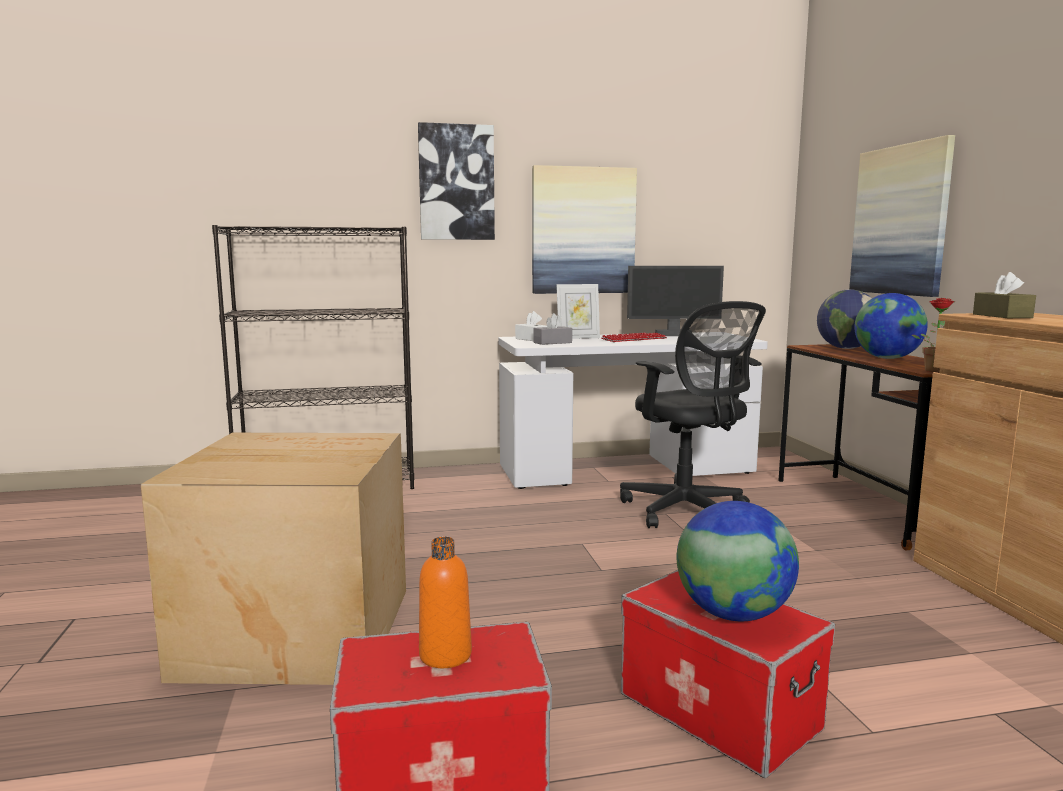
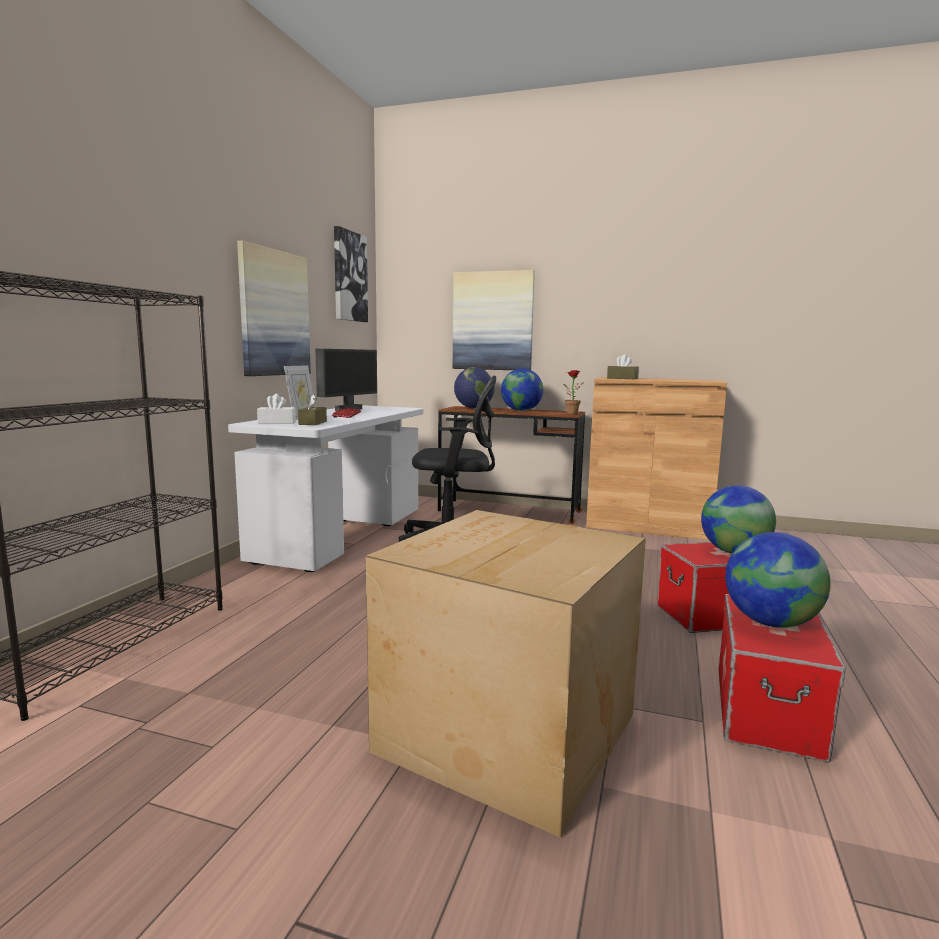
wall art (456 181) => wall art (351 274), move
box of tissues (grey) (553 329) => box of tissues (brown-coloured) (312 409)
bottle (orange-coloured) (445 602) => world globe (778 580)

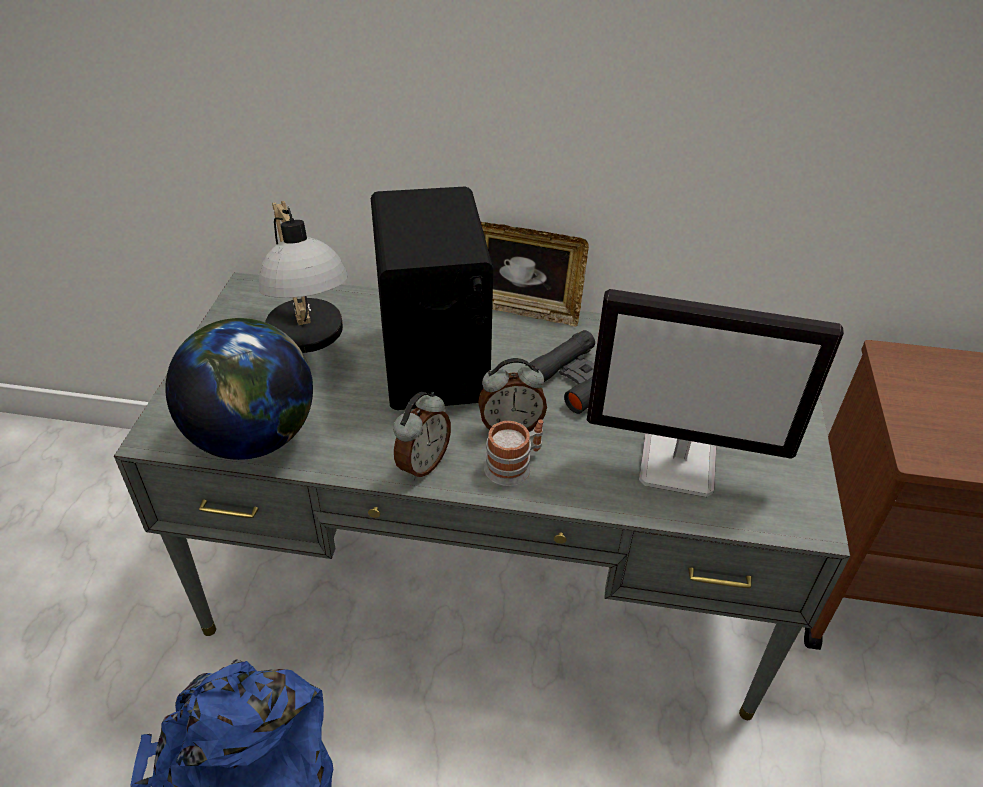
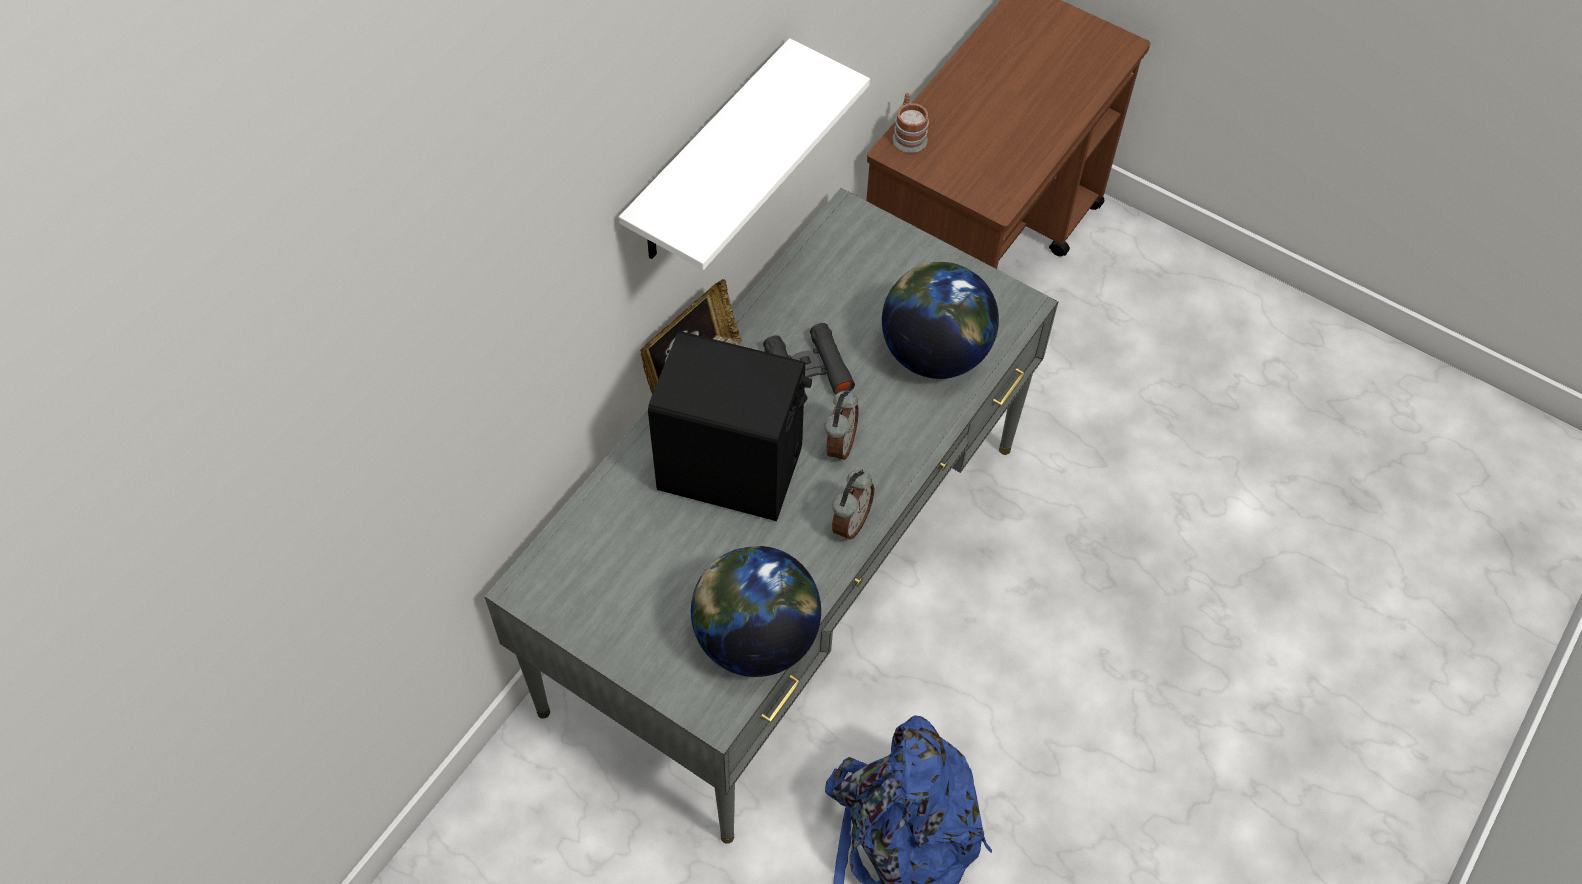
table lamp (303 277) => nothing
computer display (715 393) => world globe (940 320)
alarm clock (422 436) => alarm clock (853 505), 60 degrees clockwise
mug (513 453) => mug (910 123), move
nothing => shelf (white) (744 154)

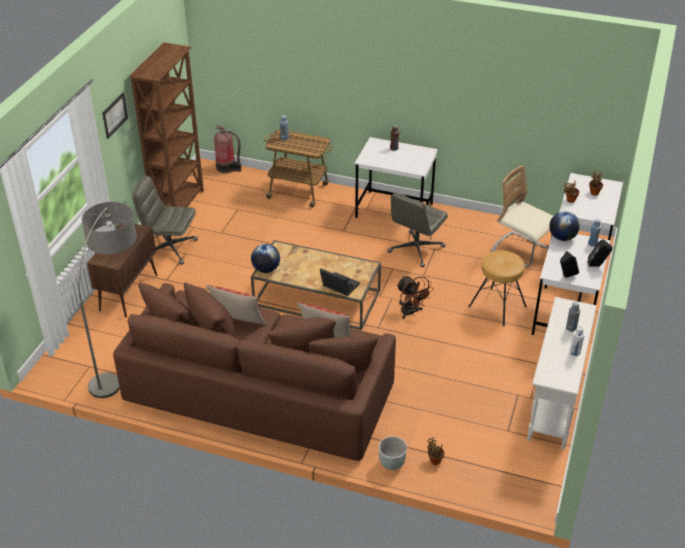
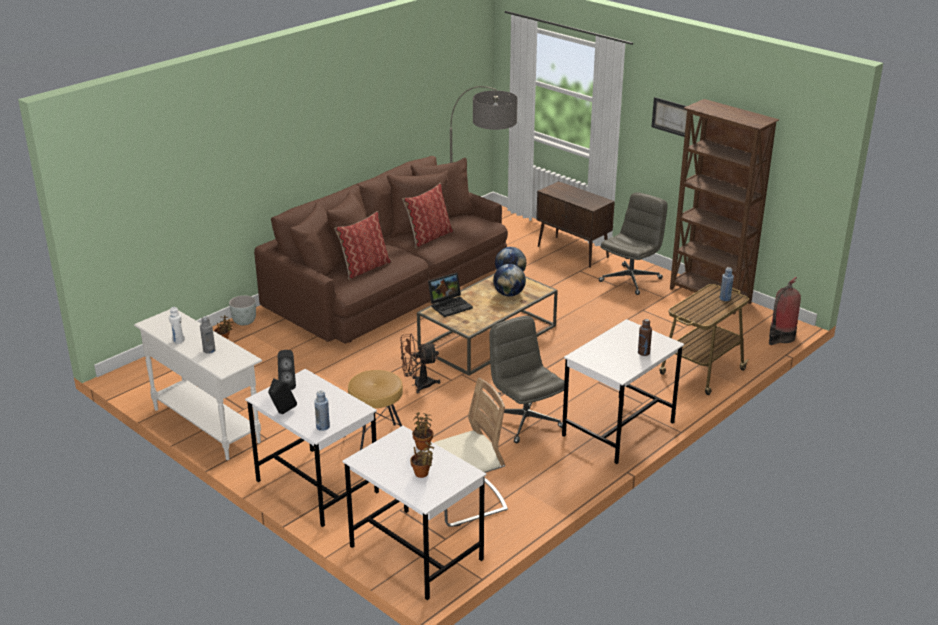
world globe (564 226) => world globe (509 280), move

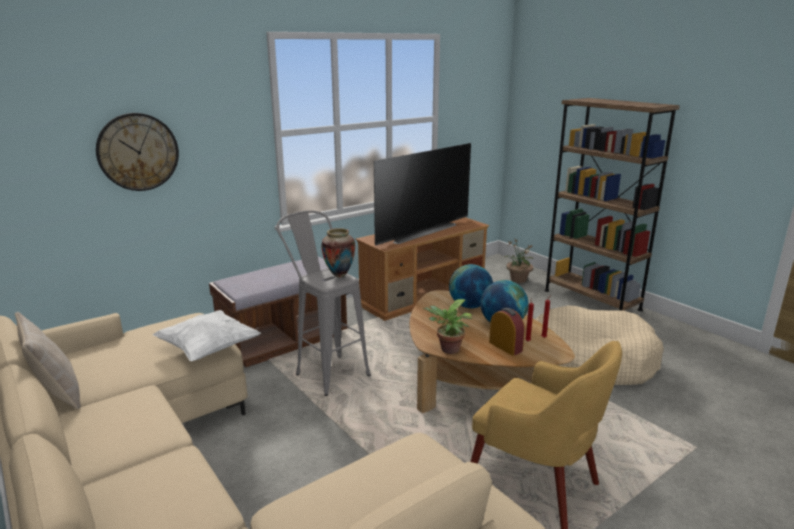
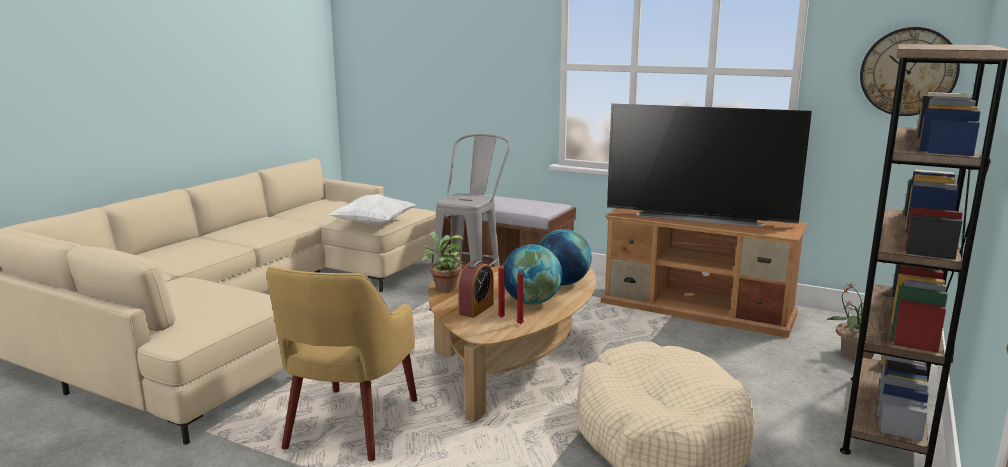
hanging clock (137 152) => hanging clock (910 71), move
vase (338 252) => nothing
cushion (sand-coloured) (48 360) => nothing

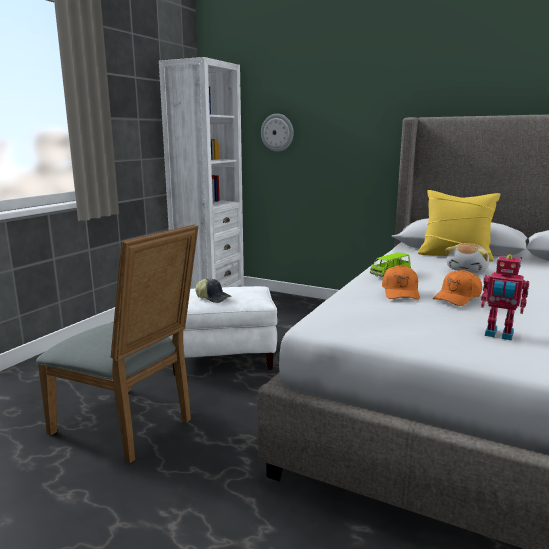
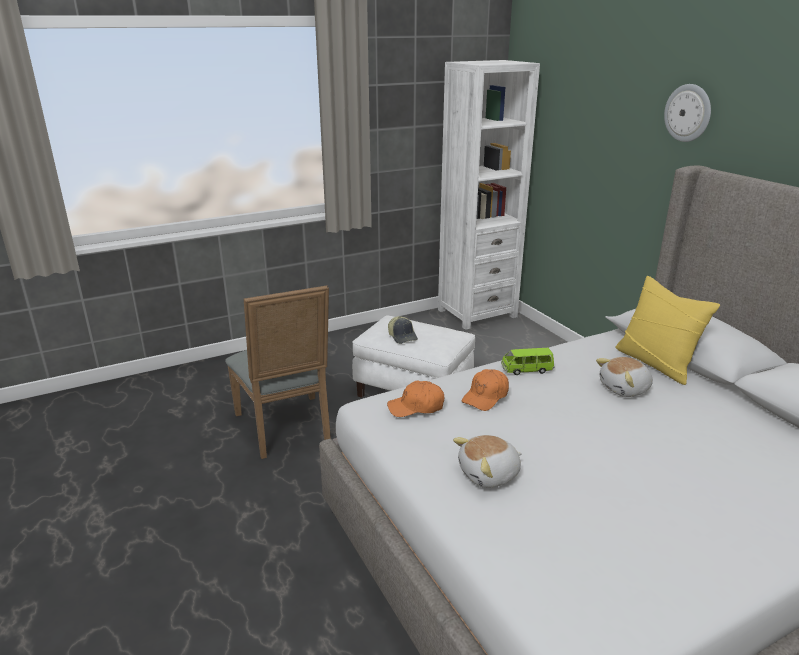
hanging clock (277 133) => hanging clock (687 113), move
robot figure (505 298) => soft toy (487 461)
baseball cap (orange-coloured) (457 288) => baseball cap (orange-coloured) (415 399), move

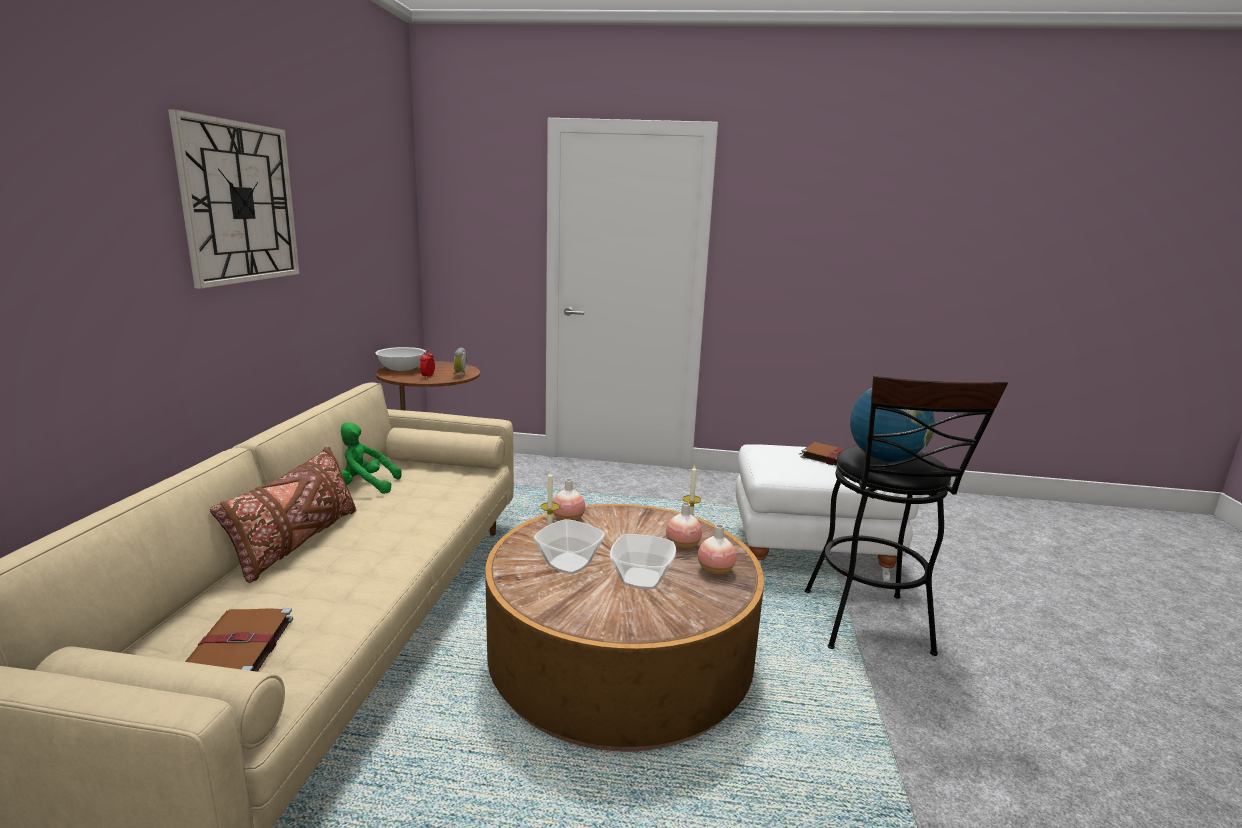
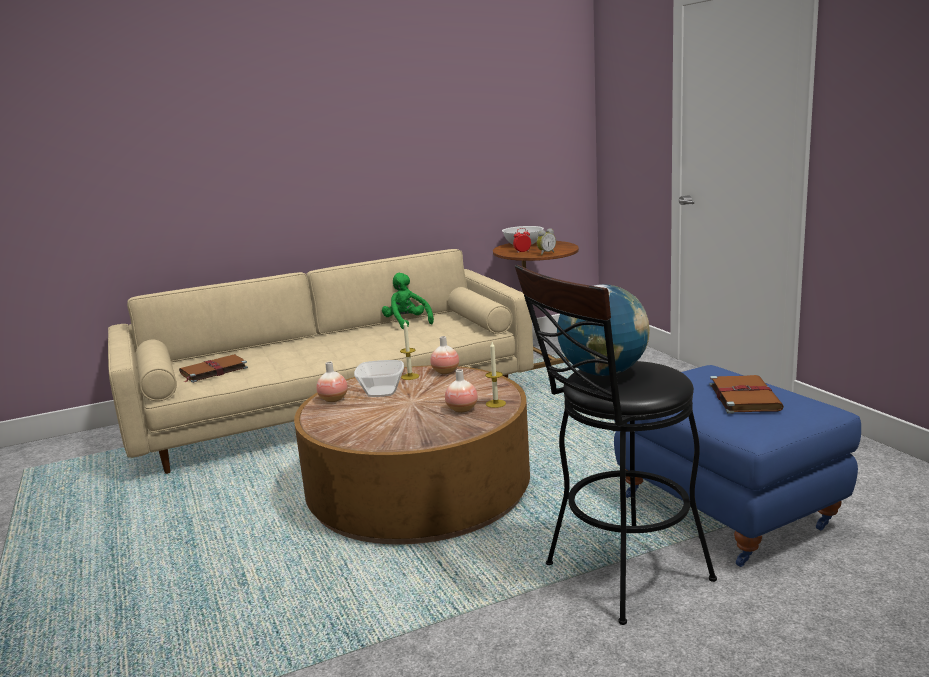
hanging clock (233 199) => nothing
pouffe (white) (828 512) => pouffe (bluish) (737 466)
cushion (brown-coloured) (283 514) => nothing
vase (717 549) => vase (332 381), move
serving bowl (642 561) => nothing

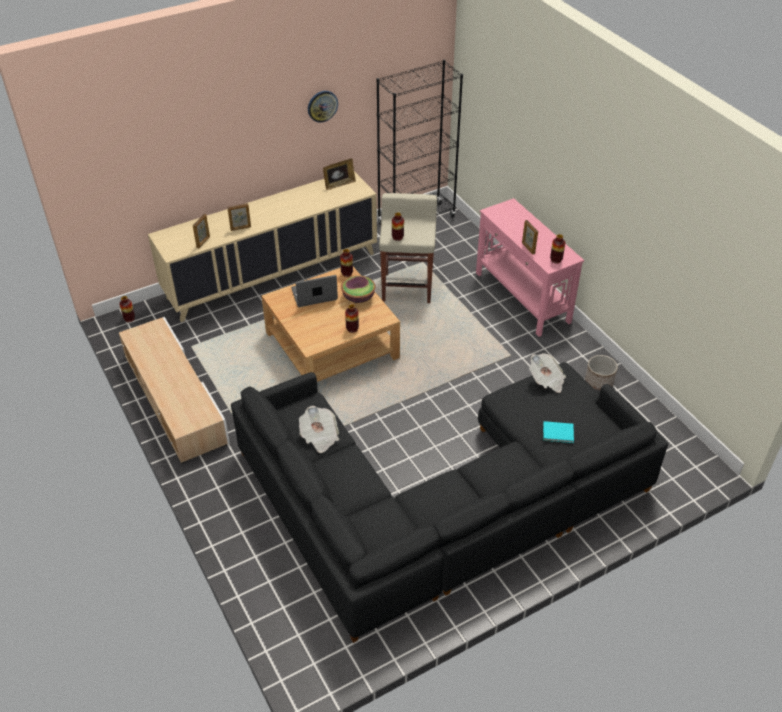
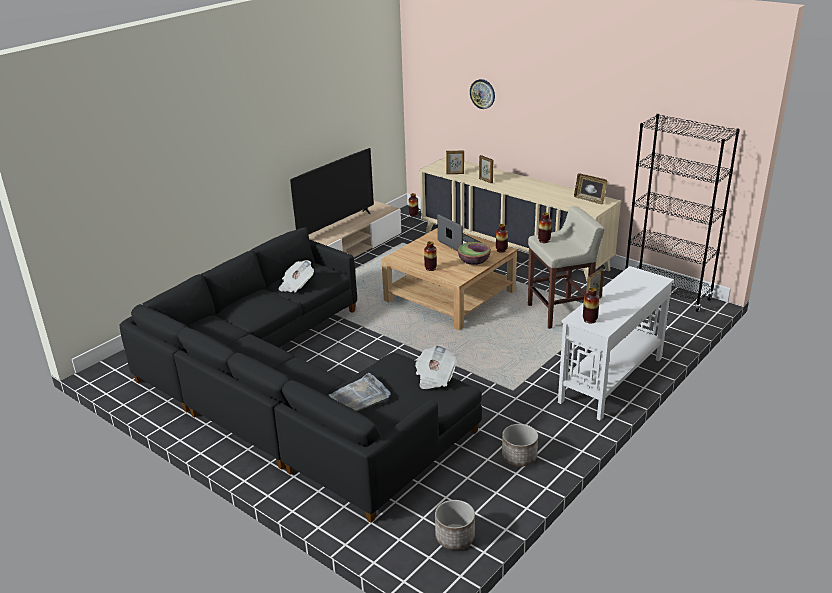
hanging clock (323 106) => hanging clock (482 94), move
hall table (pink) (530 267) => hall table (white) (616 343)
bound book (blue-green) (558 432) => serving tray (grey) (360 392)
nothing => TV set (332 191)
nothing => plant pot (455 525)

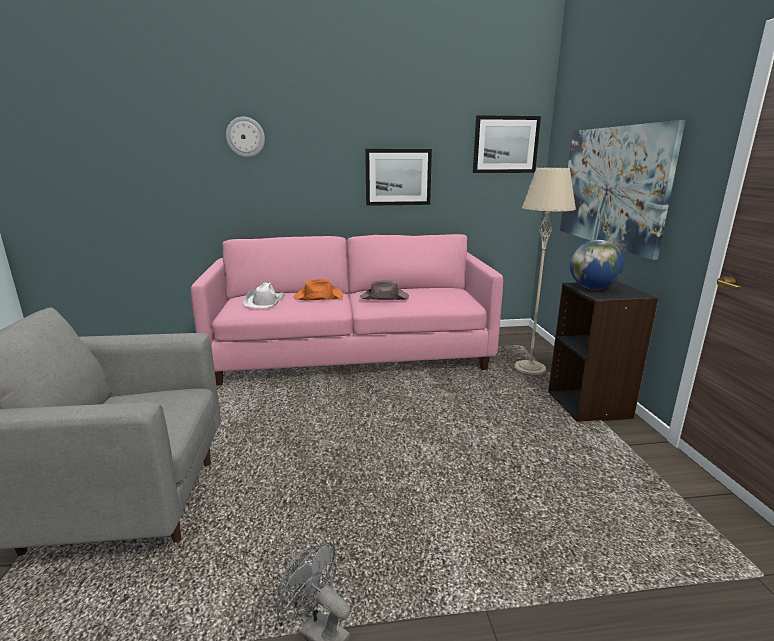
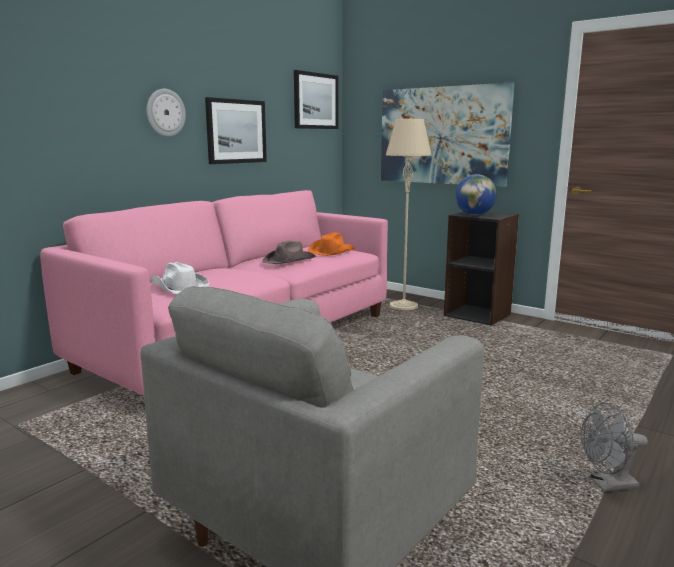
hanging clock (245 137) => hanging clock (166 113), move
wearable hat (orange-coloured) (318 289) => wearable hat (orange-coloured) (331 244), move

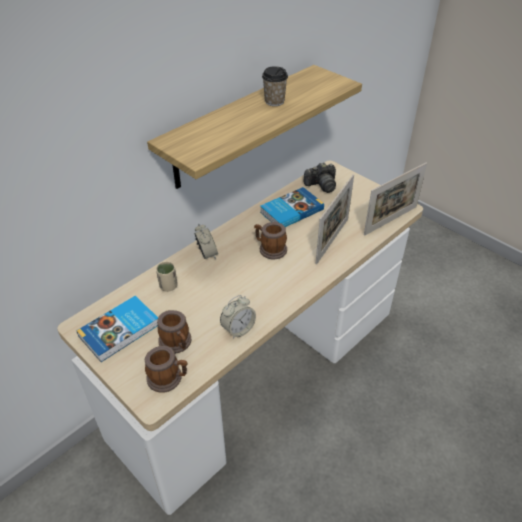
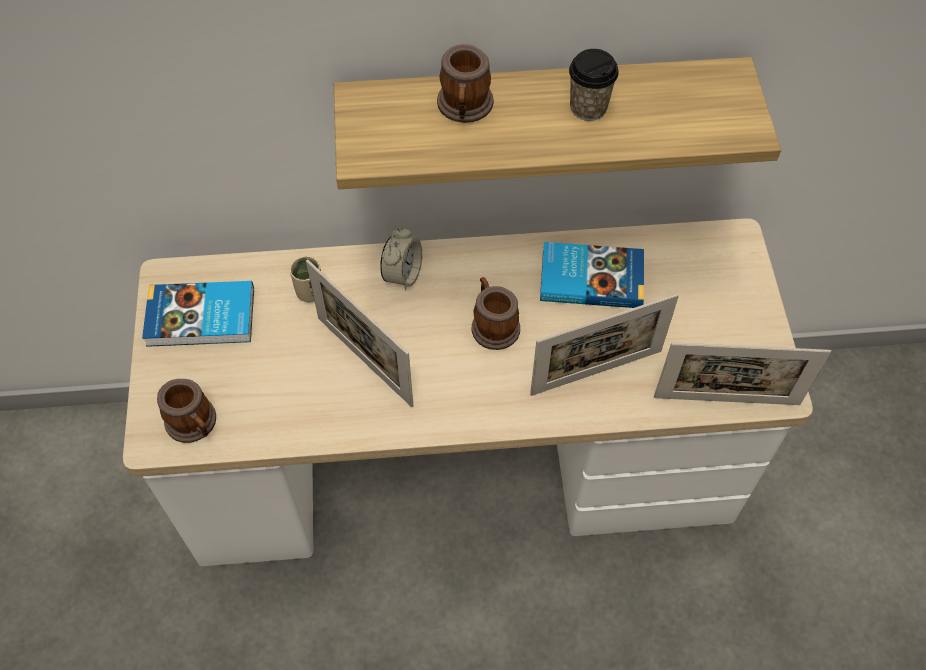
photo camera (320 177) => nothing
alarm clock (238 317) => nothing
mug (174 332) => mug (465 83), move
nothing => photo frame (359 333)

